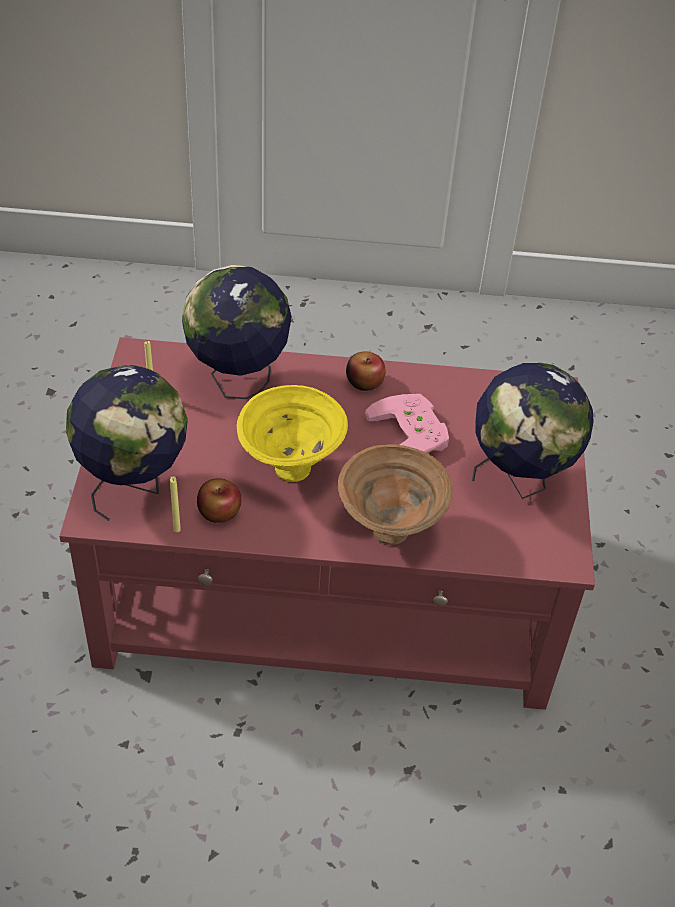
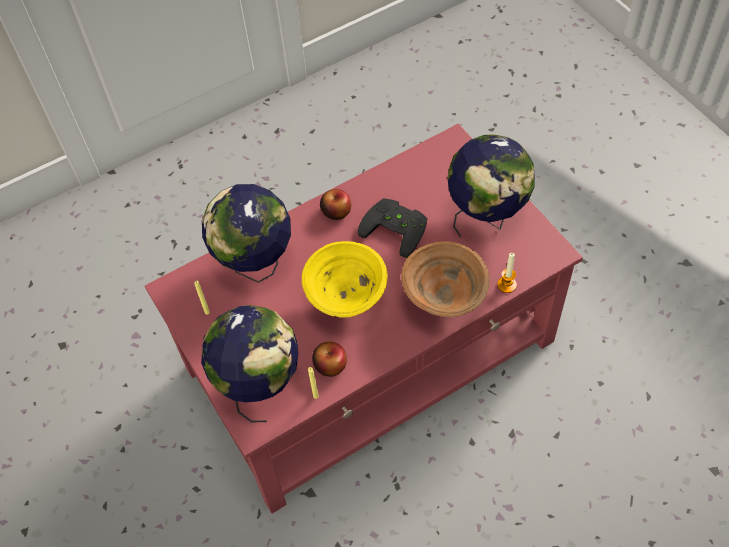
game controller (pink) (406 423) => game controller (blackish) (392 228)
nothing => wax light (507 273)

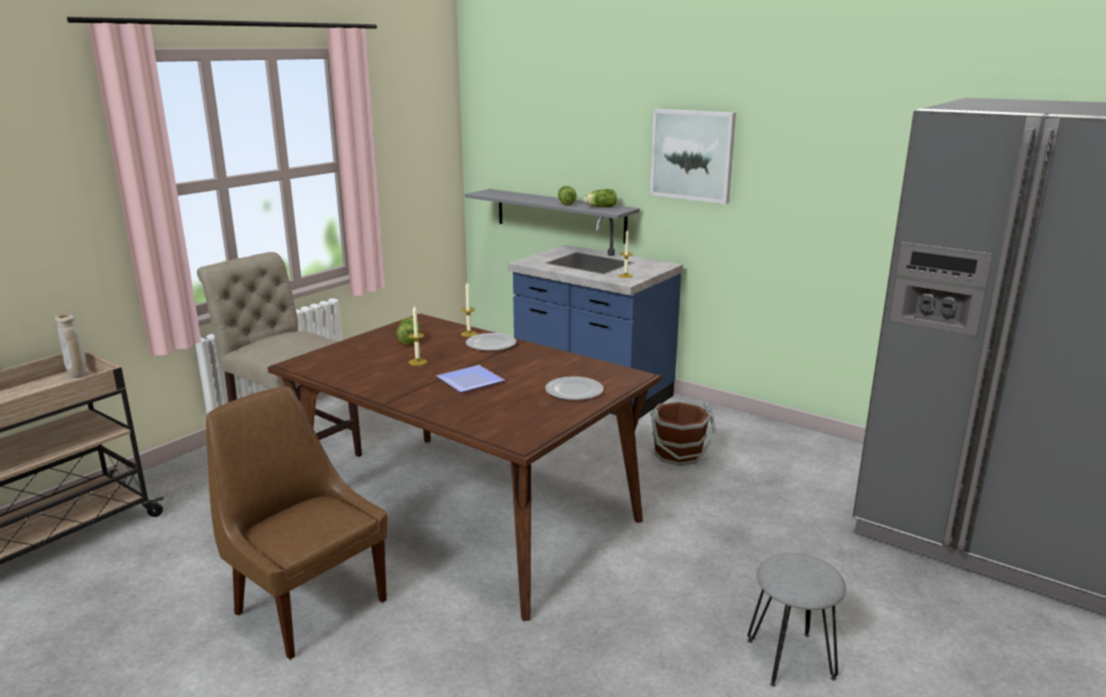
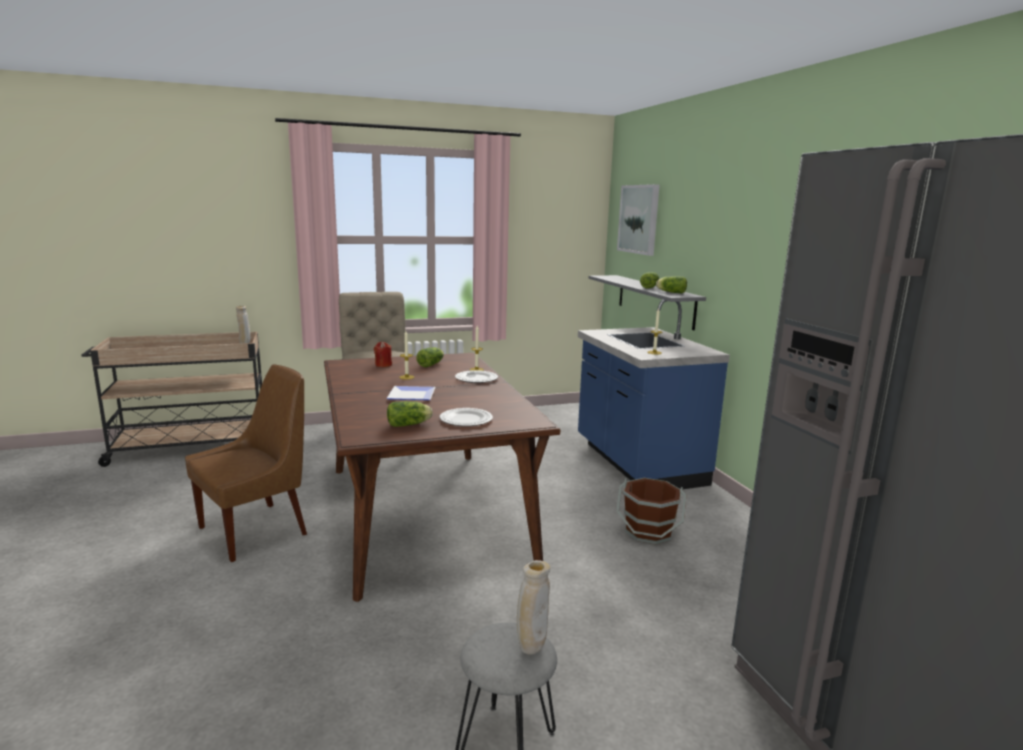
wall art (693 156) => wall art (638 220), move
upright chair (brown-coloured) (297 523) => upright chair (brown-coloured) (246 463), 60 degrees clockwise
nothing => wax light (red) (383 354)
nothing => lettuce head (410 414)
nothing => vase (sand-coloured) (533 607)

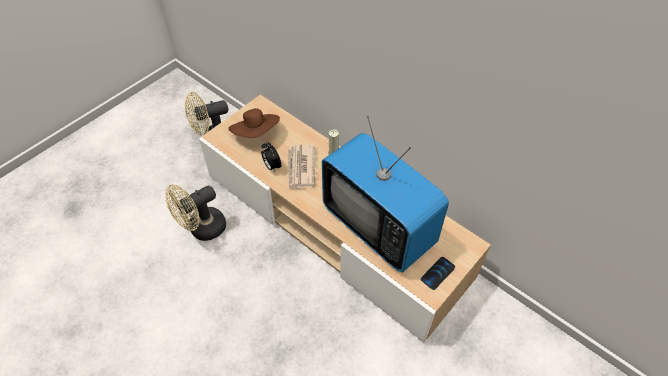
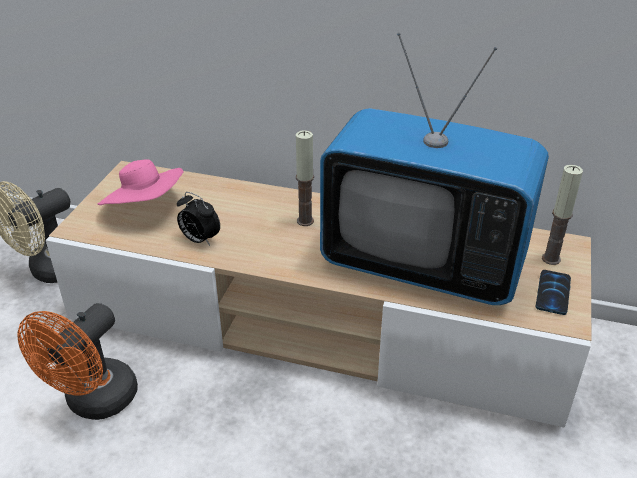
wearable hat (brown-coloured) (254 123) => wearable hat (pink) (141 182)
daily paper (301 167) => nothing
fan (sand-coloured) (195 212) => fan (orange-coloured) (77 361)
nothing => wax light (562 215)

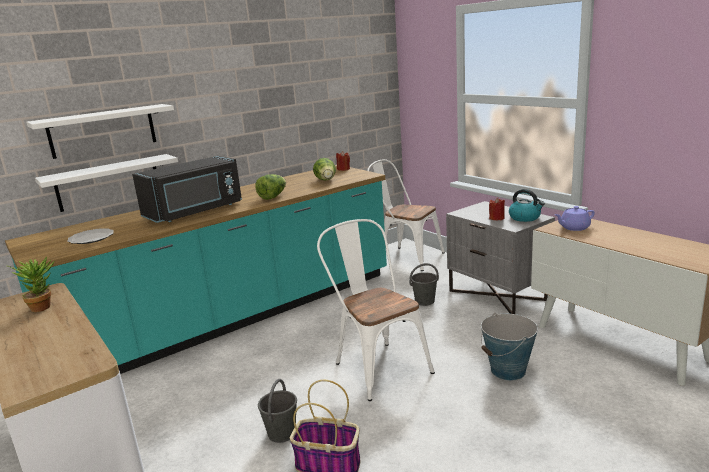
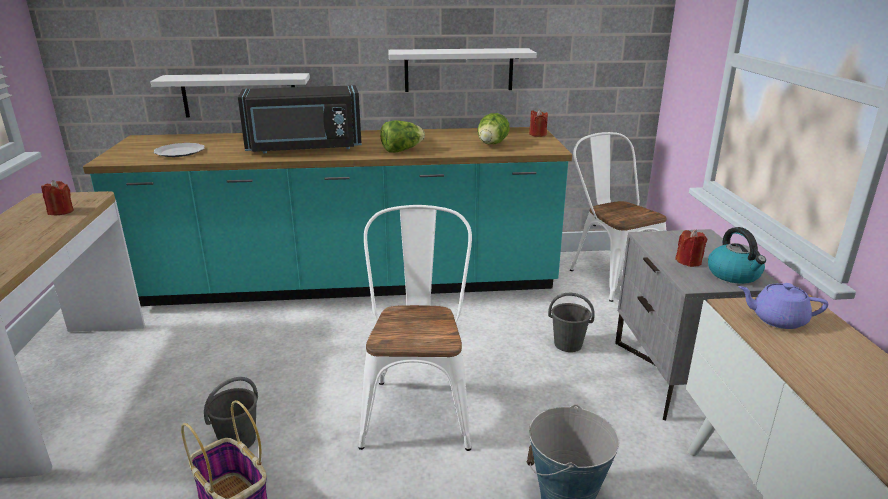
shelf (white) (100 131) => shelf (white) (462 70), move
plant in a pot (31 284) => wax light (red) (57 197)

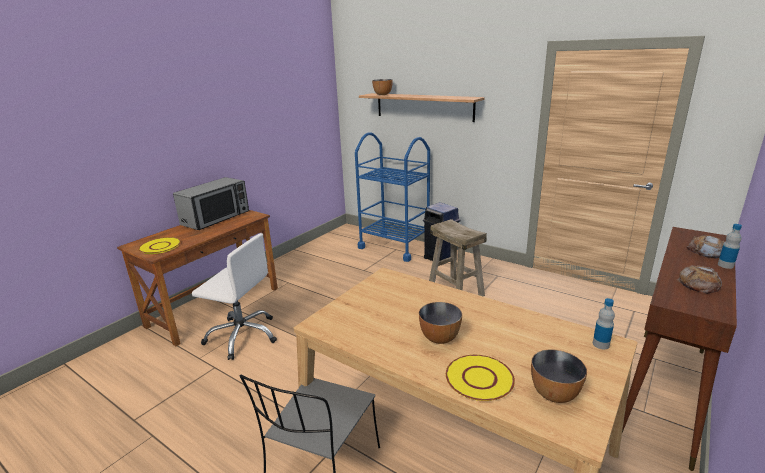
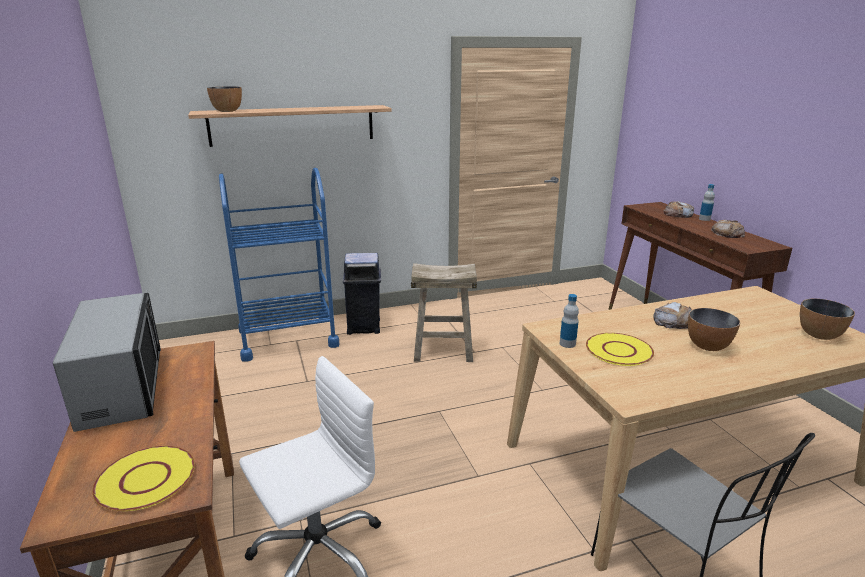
bottle (604 323) => bottle (569 321), move
dinner plate (yellowish) (480 378) => dinner plate (yellowish) (620 349), move
nothing => baked bread (672 315)

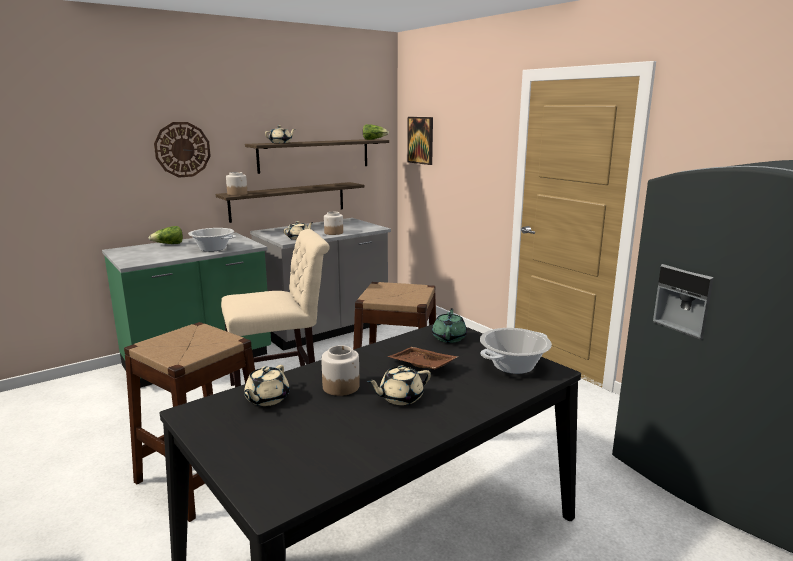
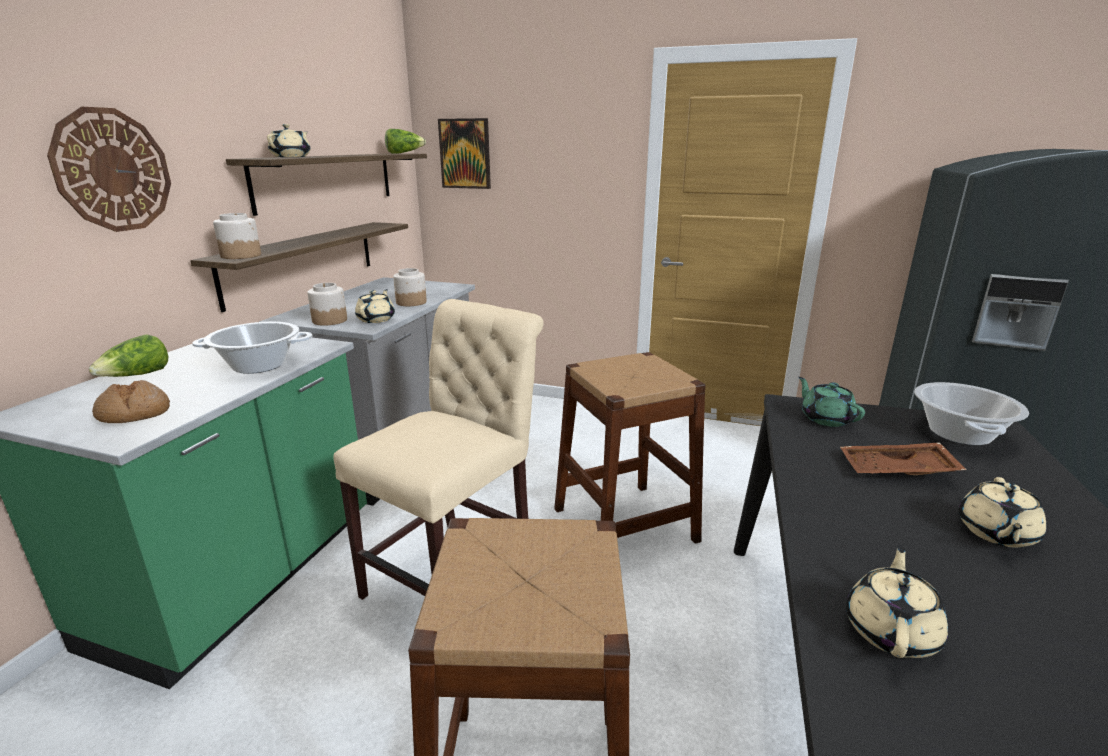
storage jar (340 370) => storage jar (327 304), move
tea pot (sand-coloured) (267 385) => tea pot (sand-coloured) (897 601), 135 degrees counterclockwise
nothing => baked bread (131 401)

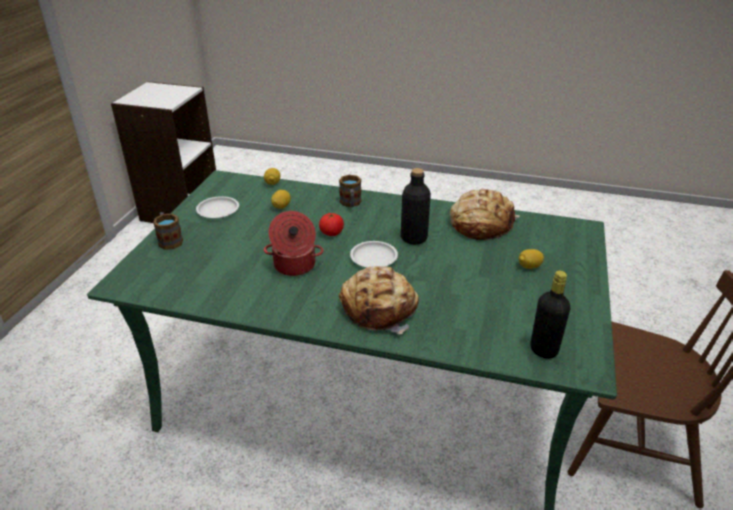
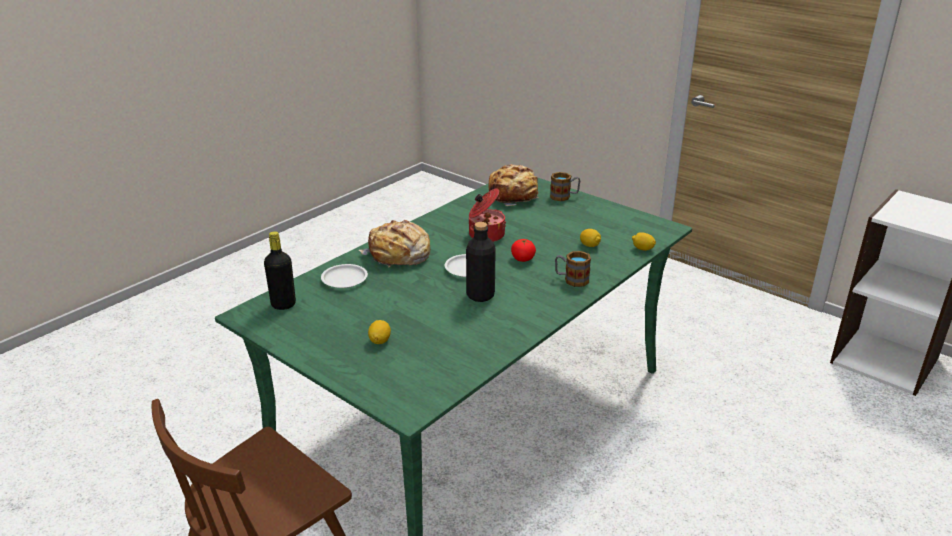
baked bread (485 214) => baked bread (513 185), move
dinner plate (white) (217 207) => dinner plate (white) (344 276), move

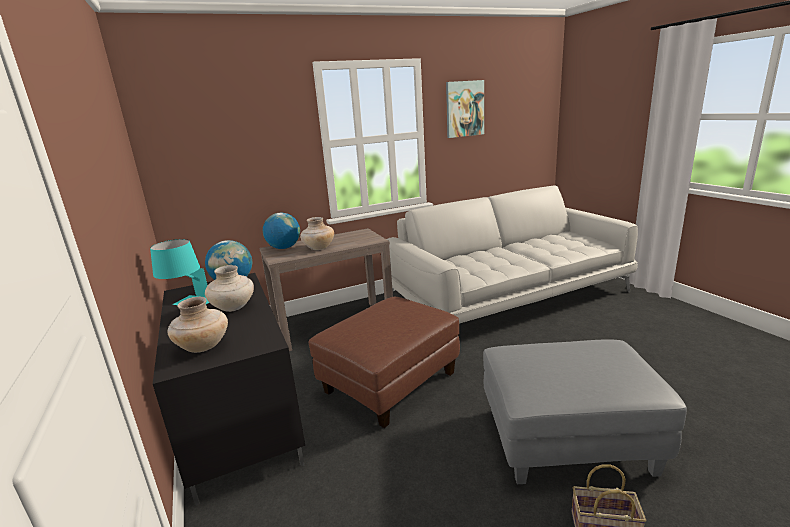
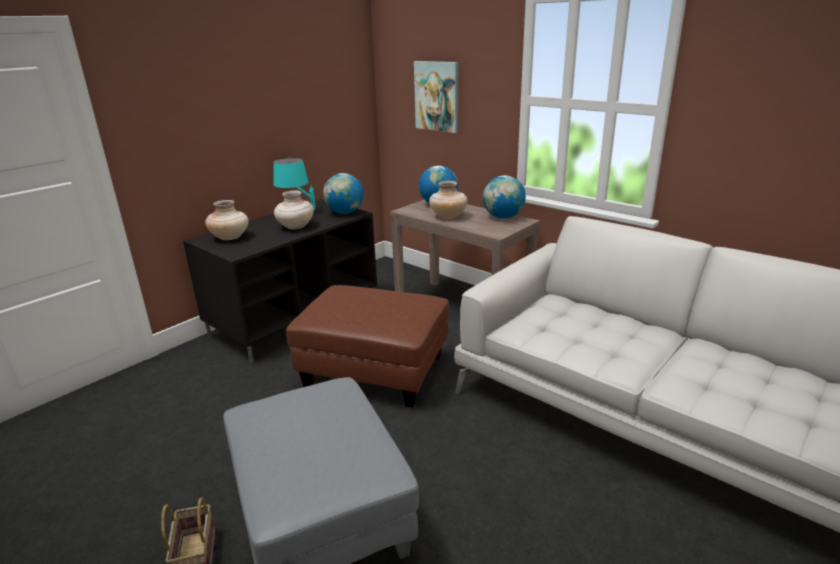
wall art (465 109) => wall art (436 97), move
nothing => world globe (504 196)

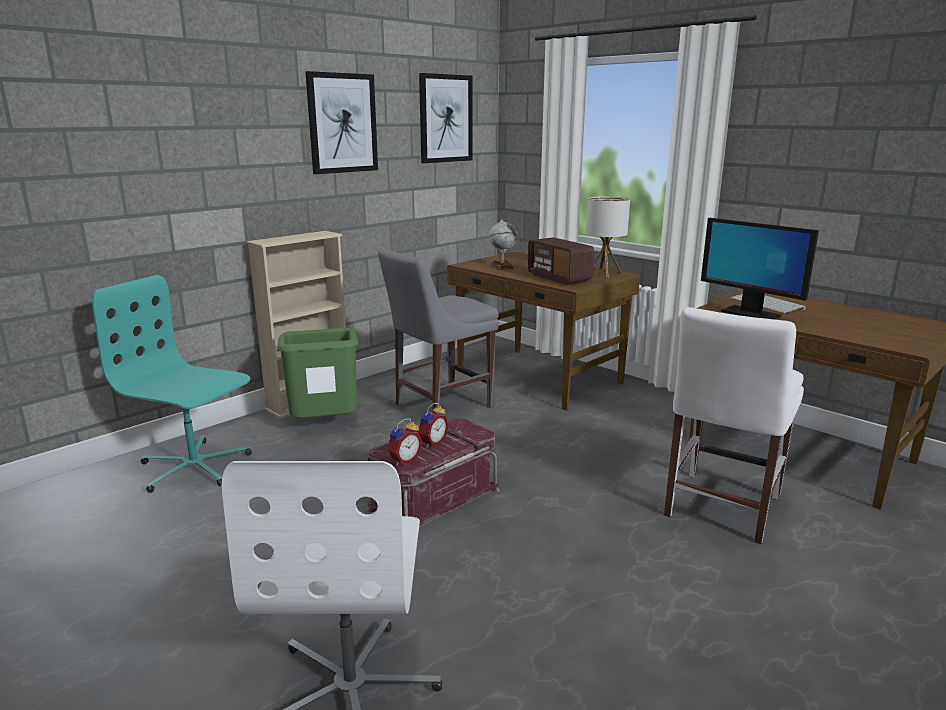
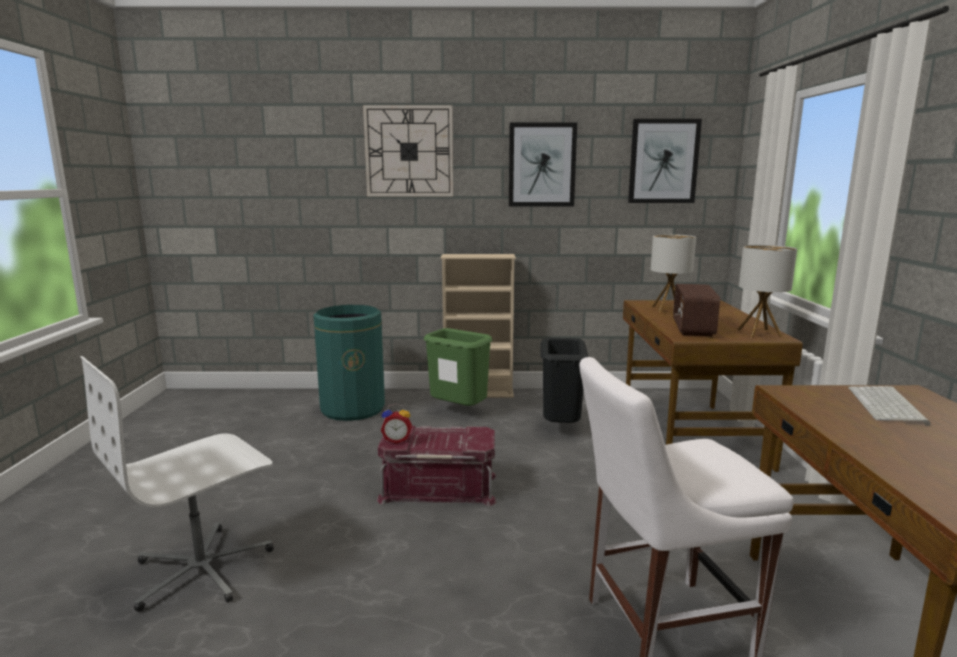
computer display (760 269) => nothing
world globe (503 245) => table lamp (673 273)
upright chair (grey) (438 330) => trash can (blackish) (564 380)
desk chair (blue-green) (172 384) => trash can (green-coloured) (349 363)
alarm clock (433 425) => nothing
nothing => hanging clock (408 150)

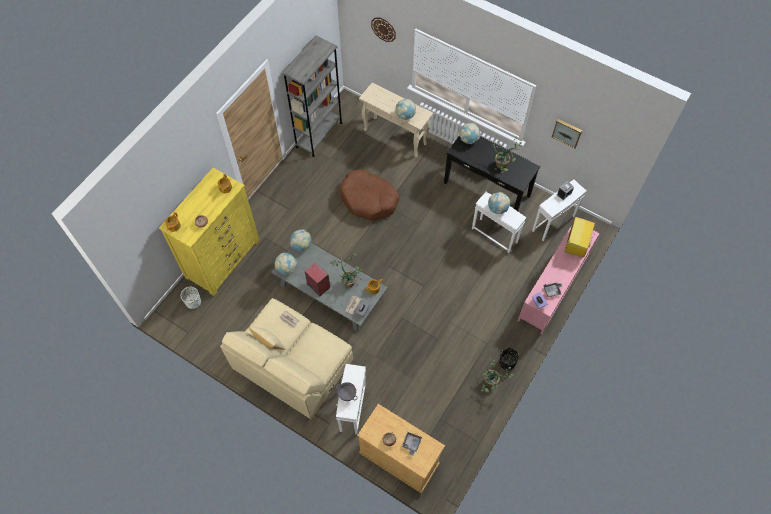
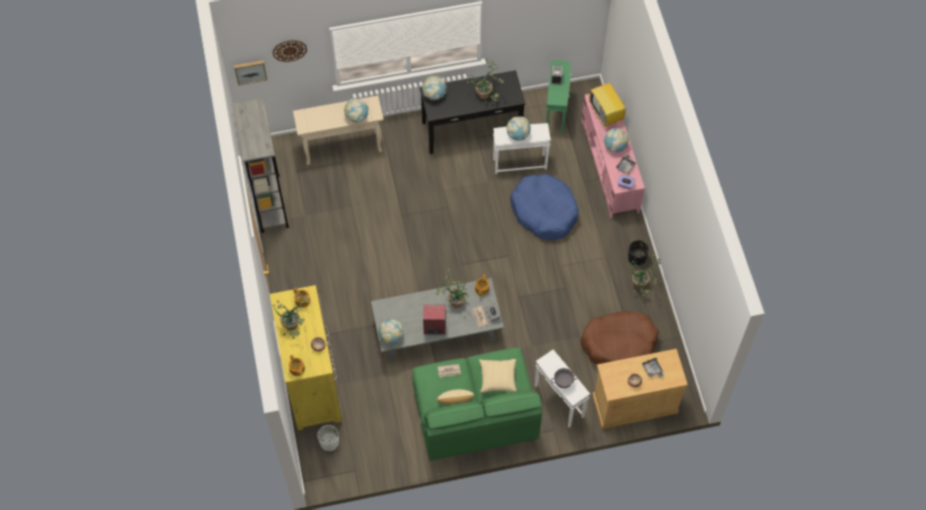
wall art (567 133) => wall art (250 72), move
pet bed (brown-coloured) (369 195) => pet bed (brown-coloured) (620 338), move
side table (white) (559 210) => side table (green-coloured) (559 98)
world globe (301 240) => world globe (616 140), move
sofa (sand-coloured) (286 358) => sofa (green-coloured) (477 404)
nothing => pet bed (bluish) (544 207)
nothing => plant in a pot (290 315)
nothing => cushion (498 376)

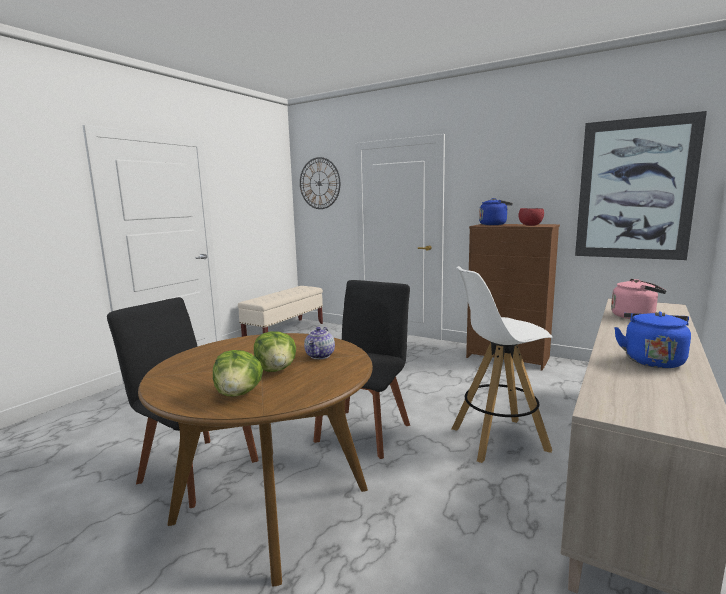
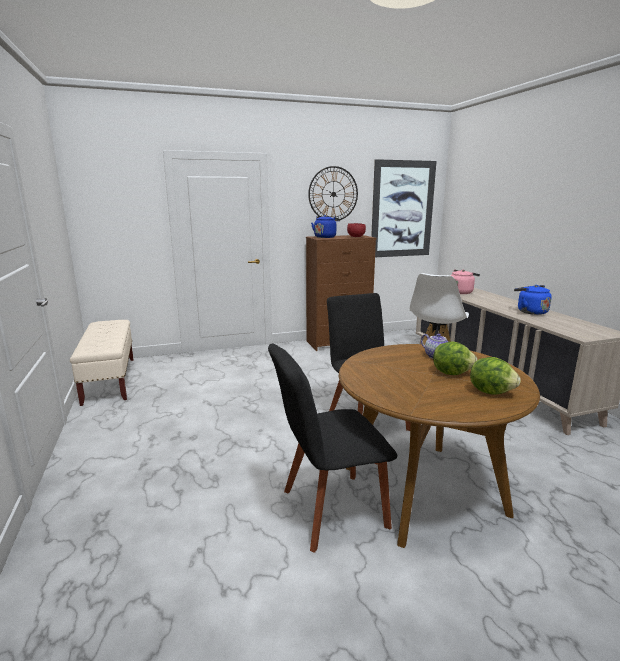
hanging clock (320 183) => hanging clock (333 193), move

